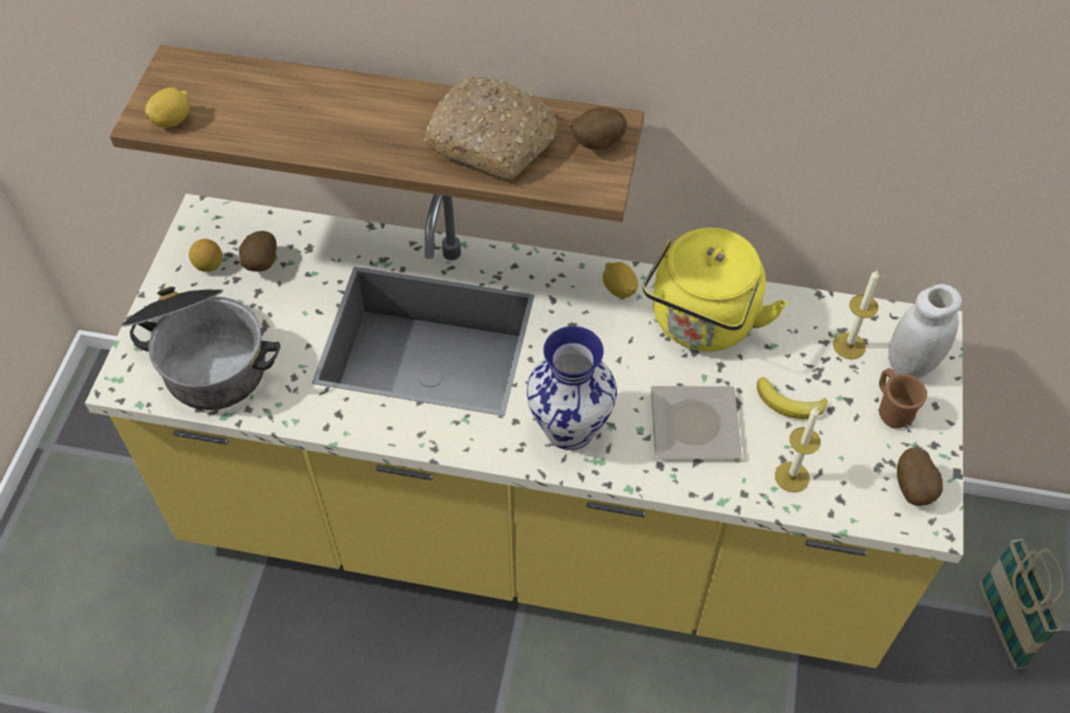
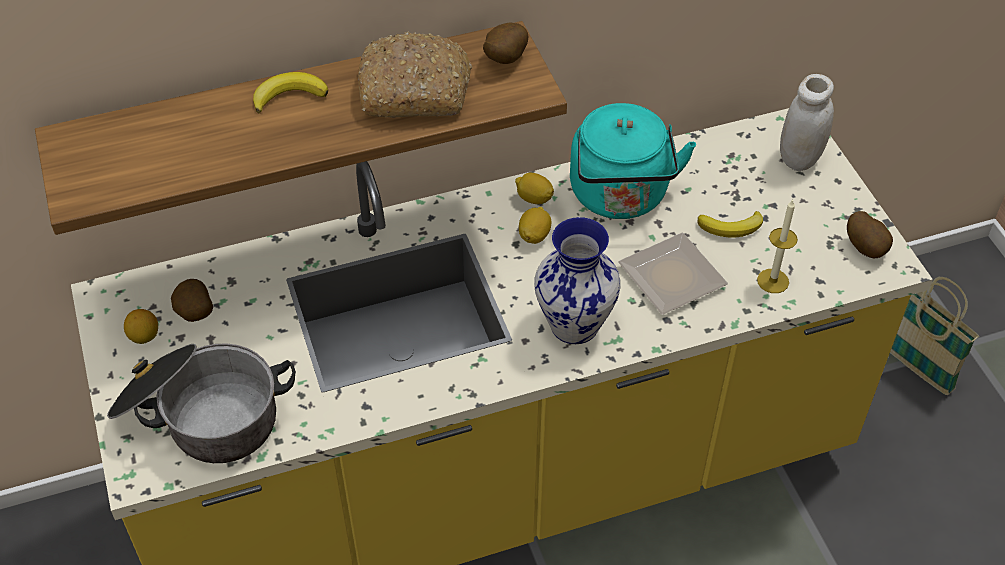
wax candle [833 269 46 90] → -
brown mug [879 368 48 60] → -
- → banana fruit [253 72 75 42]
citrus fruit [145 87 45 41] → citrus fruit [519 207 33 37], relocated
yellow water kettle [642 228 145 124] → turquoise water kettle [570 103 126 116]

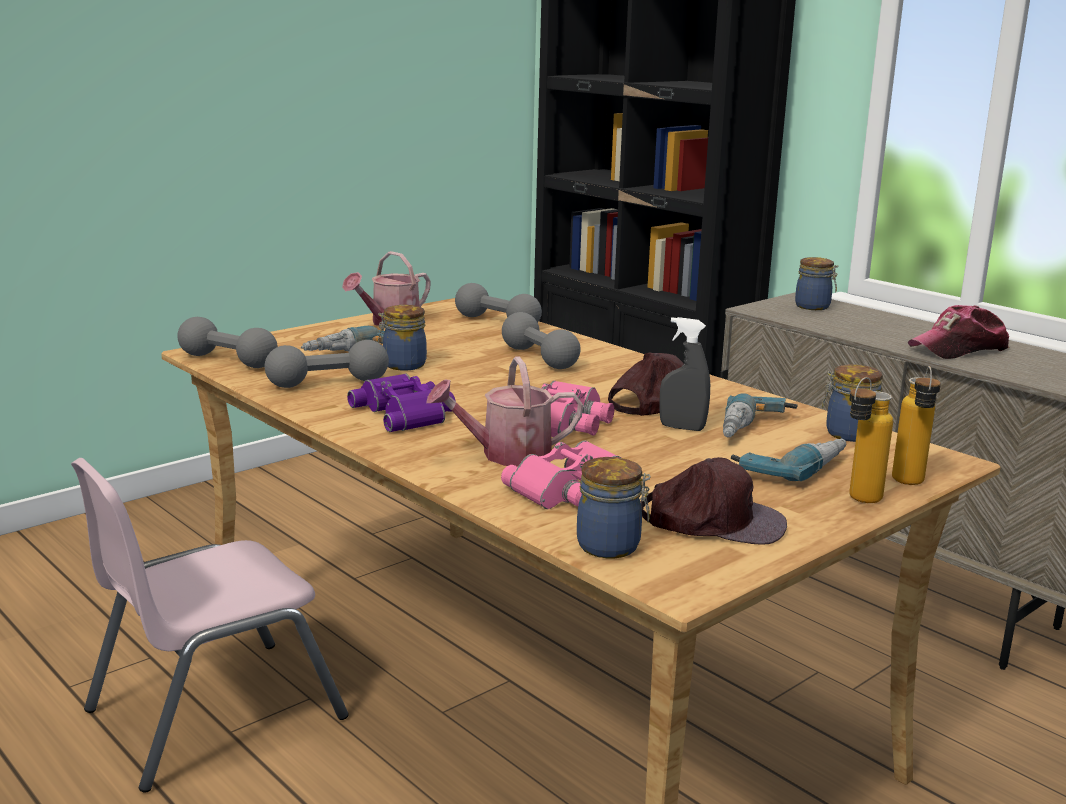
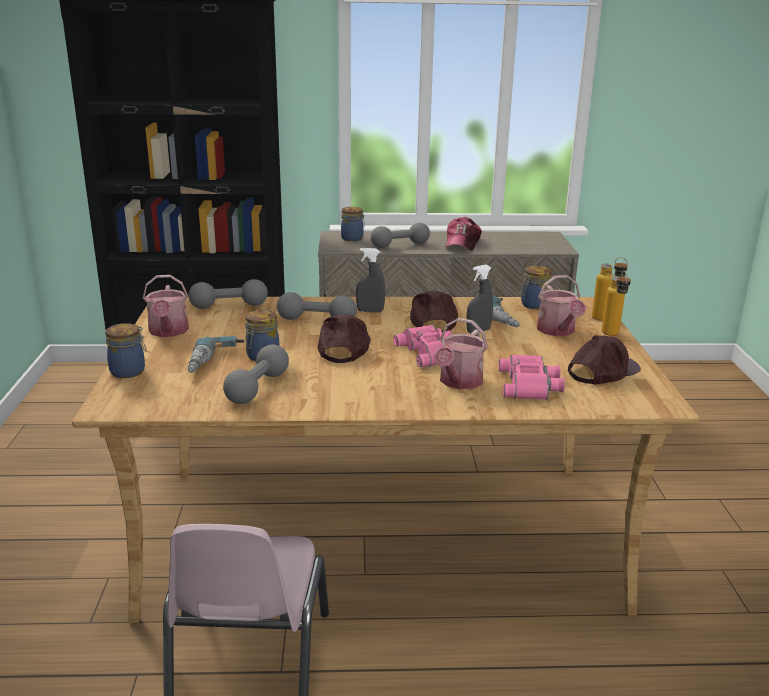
purplish pair of binoculars [347 374 109 58] → -
- → brown cap [317 314 54 49]
- → grey hand sprayer [356 248 29 64]
grey hand weight [177 317 101 51] → grey hand weight [371 223 59 25], relocated
jar [577 457 74 101] → jar [105 323 42 55], relocated
drill [731 439 115 42] → watering can [537 275 49 61]

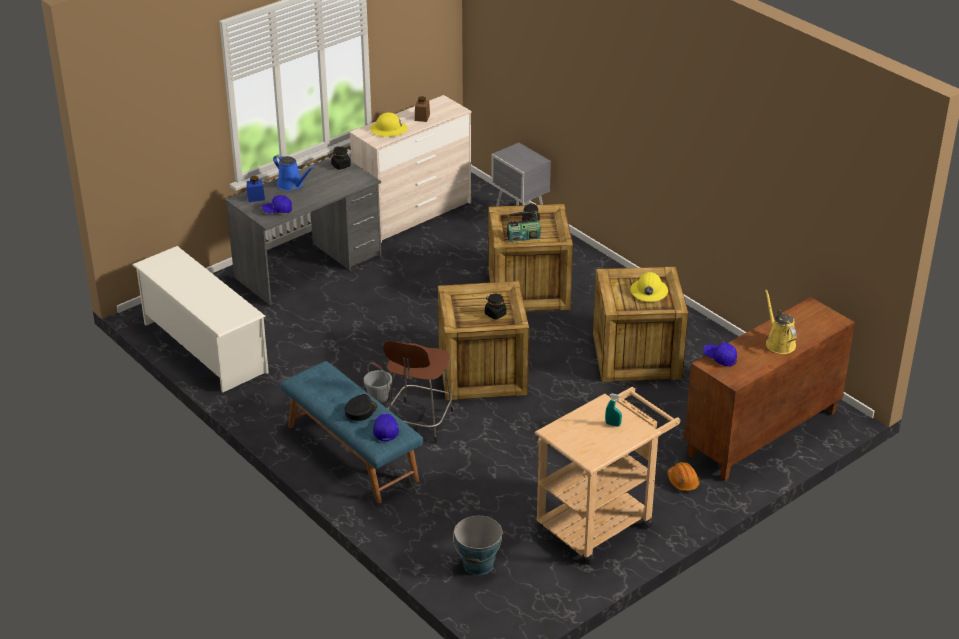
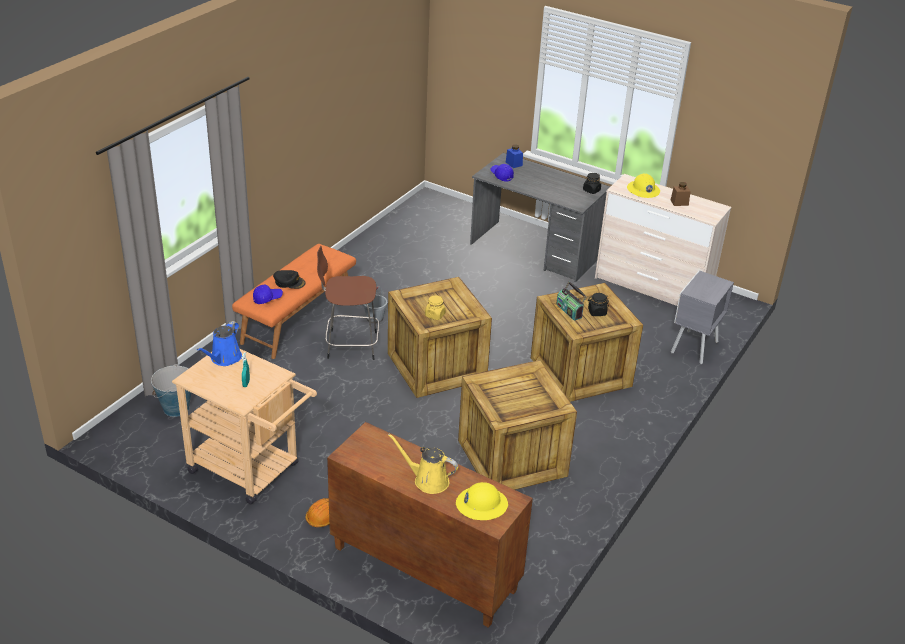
whitish shoe shelf [132 246 137 146] → -
bluish cap [703 342 34 24] → -
bluish watering can [273 154 41 37] → bluish watering can [197 321 45 45], relocated
yellow safety helmet [630 272 38 30] → yellow safety helmet [456 482 52 38], relocated
bluish indoor bench [280 361 143 143] → orangey indoor bench [232 244 124 115]
black jar [485 294 22 26] → yellow jar [425 295 21 25]
yellow watering can [765 290 32 64] → yellow watering can [388 434 70 60], 120 degrees counterclockwise

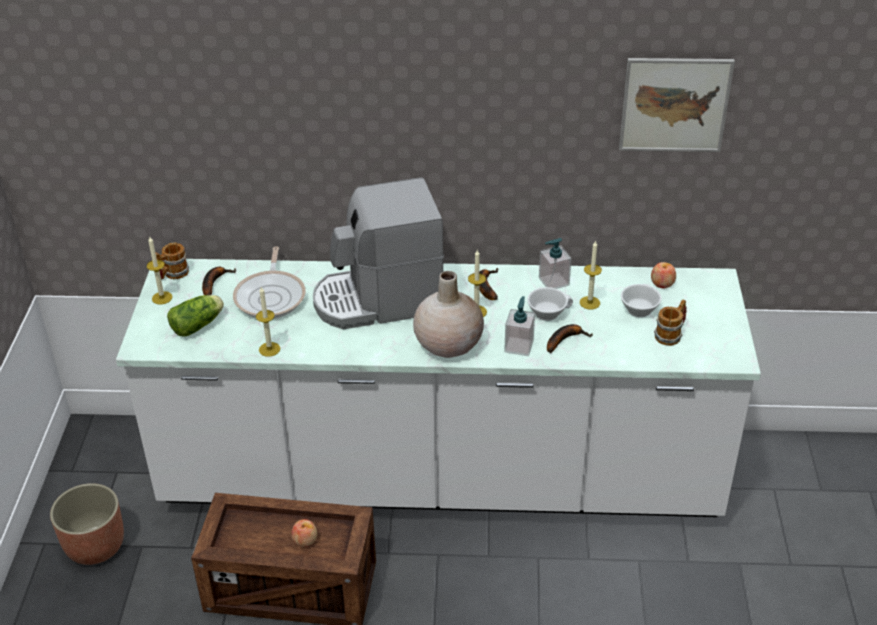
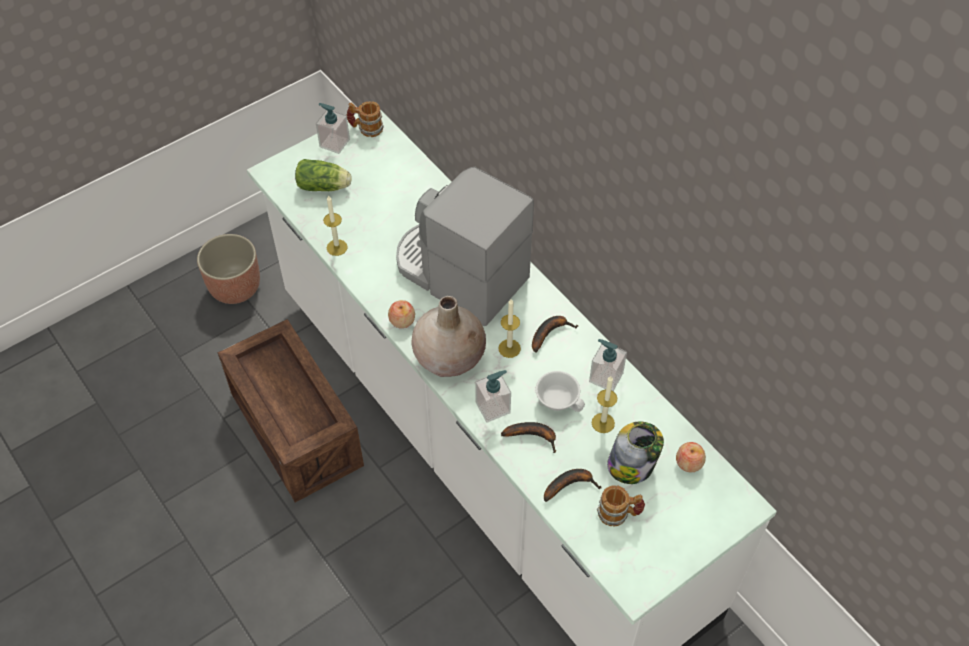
skillet [233 246 73 73] → -
wall art [619 58 116 94] → -
banana fruit [202 267 34 28] → banana fruit [544 469 57 33], relocated
apple fruit [291 519 26 28] → apple fruit [388 300 27 28], relocated
wax candle [147 237 26 68] → liquid soap bottle [316 103 34 51]
whitish drinking cup [621 284 41 33] → jar [607 421 57 63]

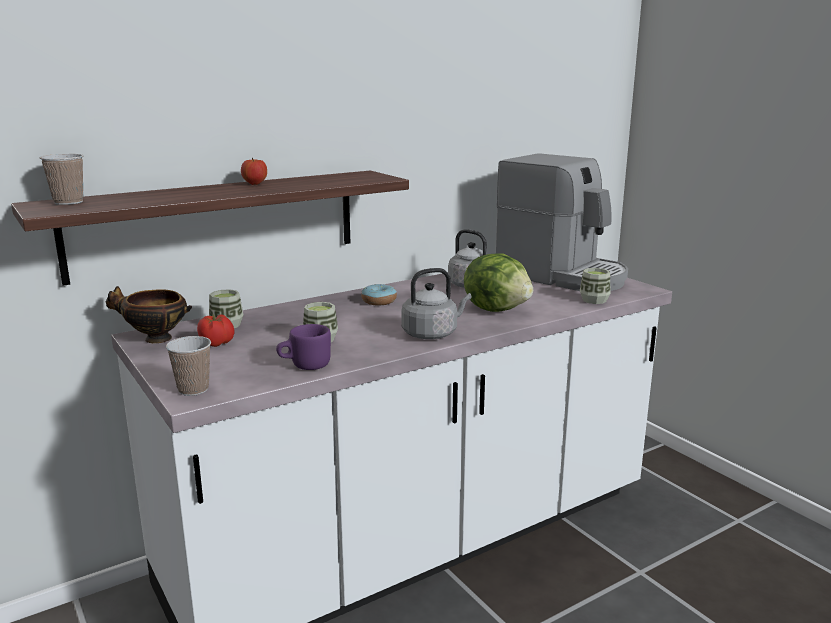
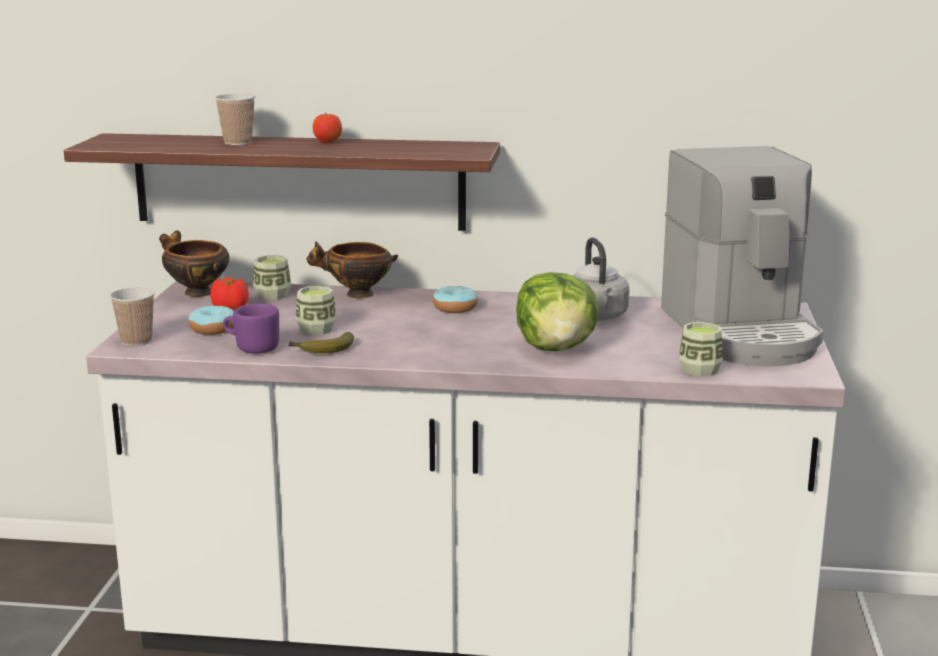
grey water kettle [401 268 70 71] → -
- → doughnut [189 306 45 29]
- → banana fruit [288 332 66 21]
- → bowl [306 241 92 57]
drinking cup [40 154 43 51] → drinking cup [215 94 41 51], relocated

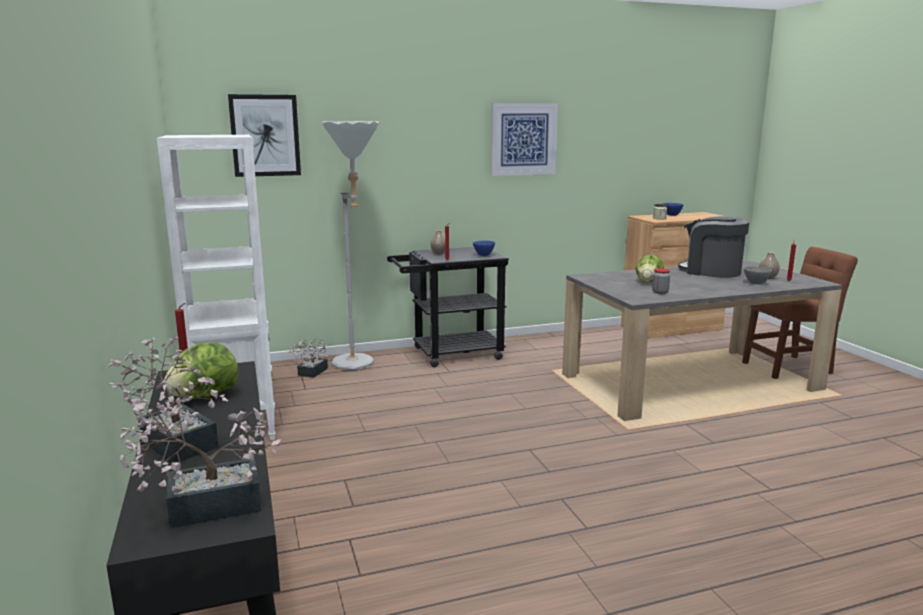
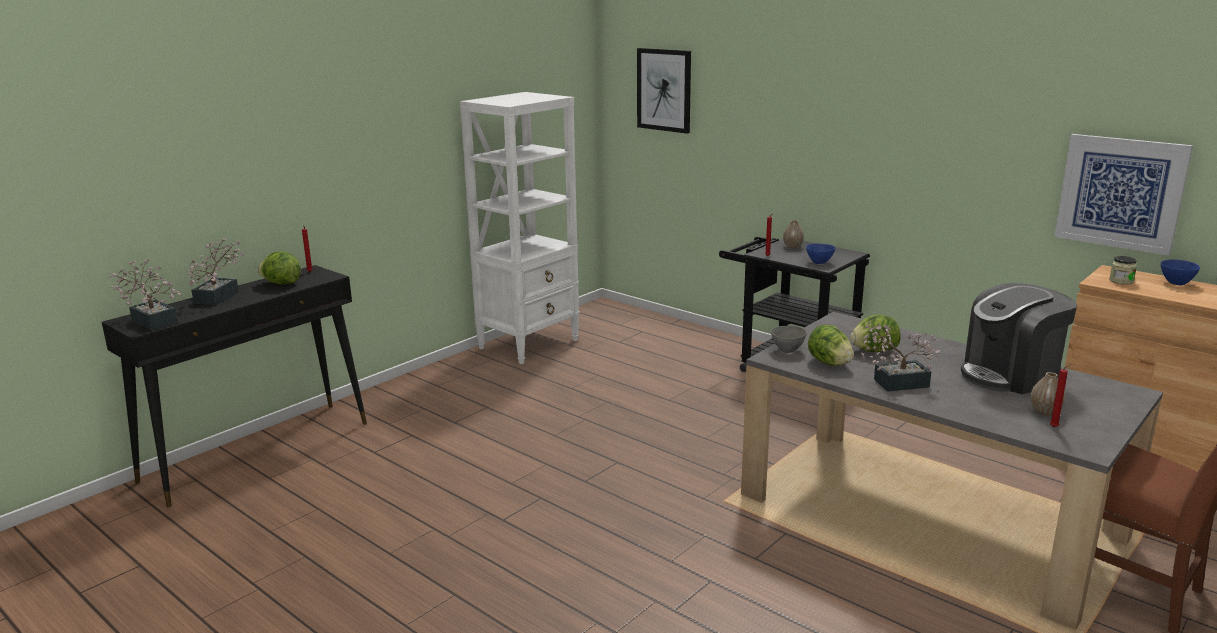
grey standing lamp [322 121 57 249] → -
houseplant [289 339 39 39] → houseplant [861 321 79 71], relocated
wall art [491 103 67 73] → wall art [1054 134 139 122], relocated
grey bowl [744 266 28 19] → grey bowl [771 326 36 27], relocated
jar [652 268 18 26] → lettuce head [808 325 46 41]
coffee brewer [678 216 71 62] → coffee brewer [961 283 116 111], 120 degrees counterclockwise

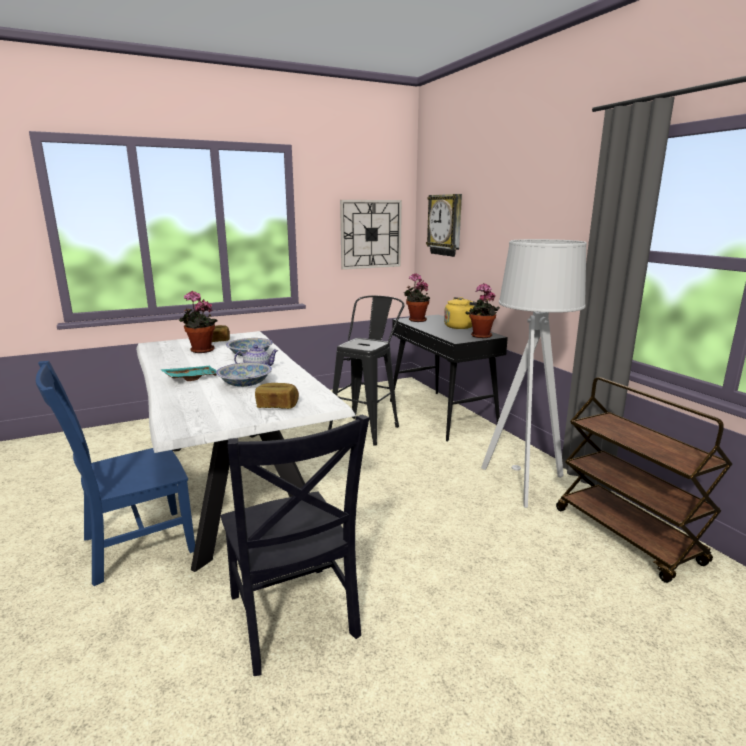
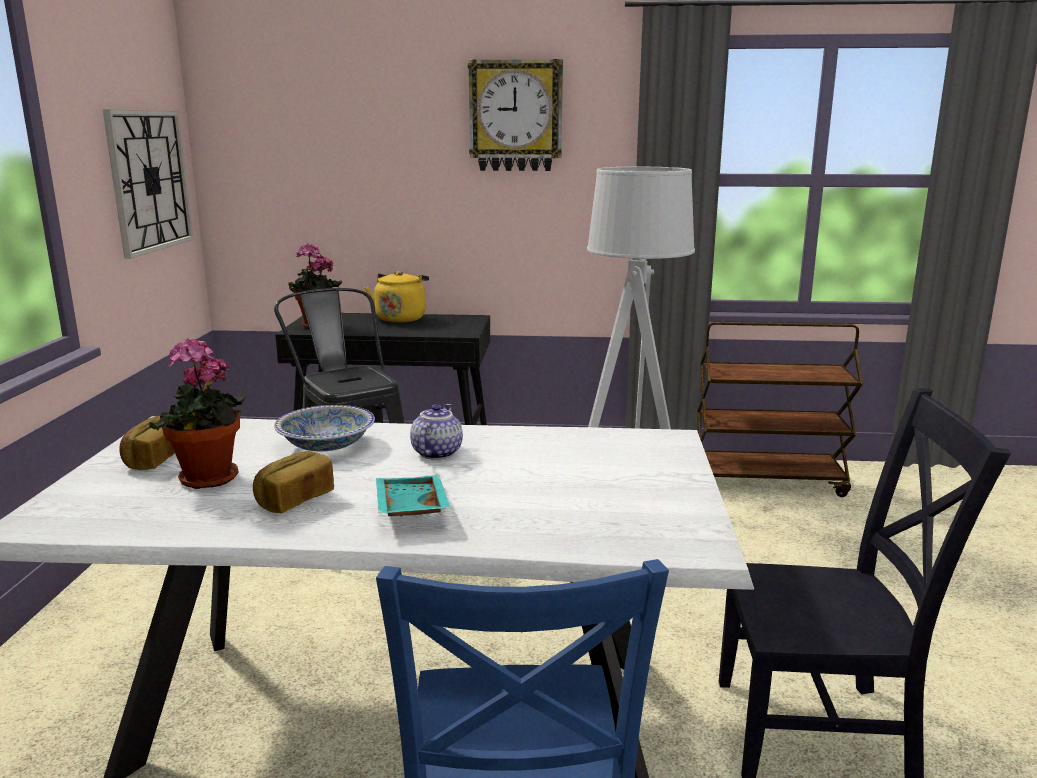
bowl [216 362 56 25] → -
houseplant [466 283 34 55] → -
bread [255 383 44 26] → bread [253 451 81 62], relocated
clock on the wall [426 194 36 63] → clock on the wall [468 59 95 112], relocated

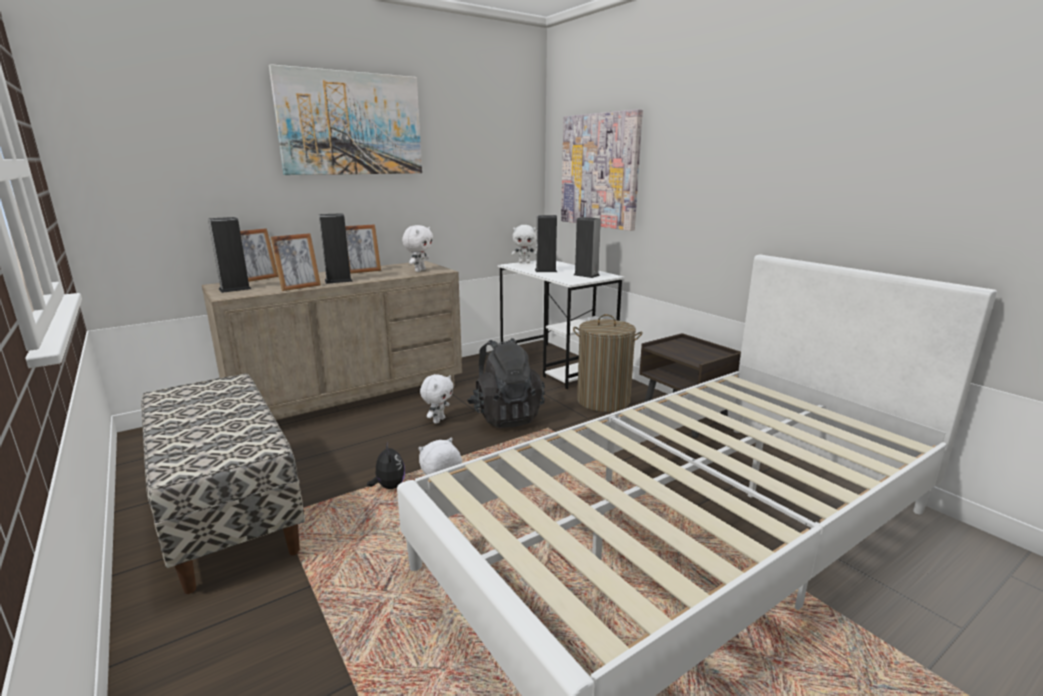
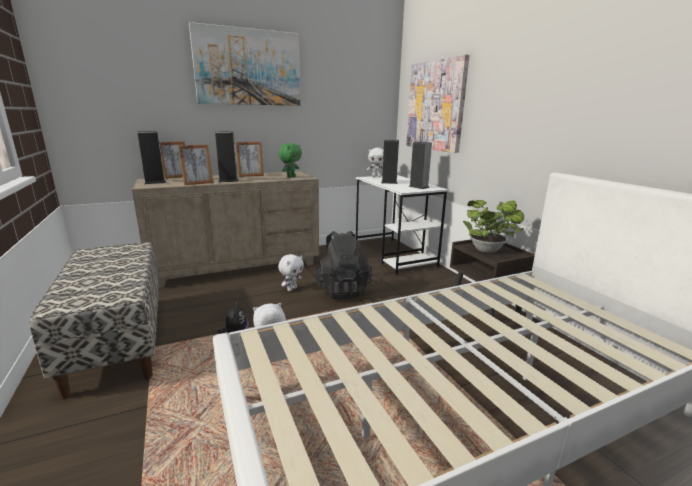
laundry basket [573 314 69 98] → -
- → houseplant [463 200 61 53]
whitish soft toy [402 225 31 47] → green soft toy [279 143 23 35]

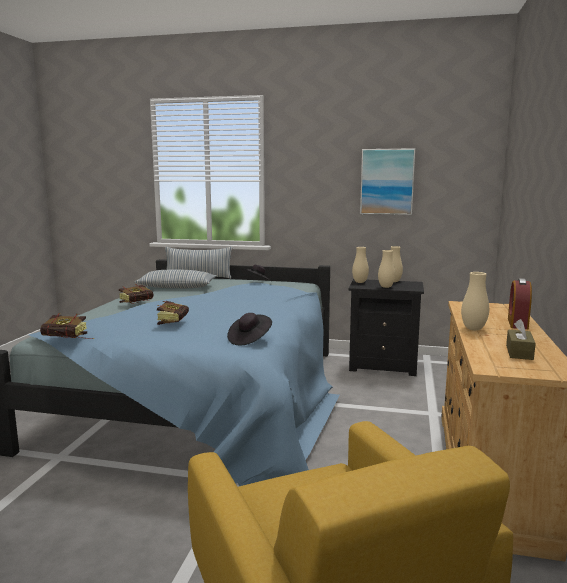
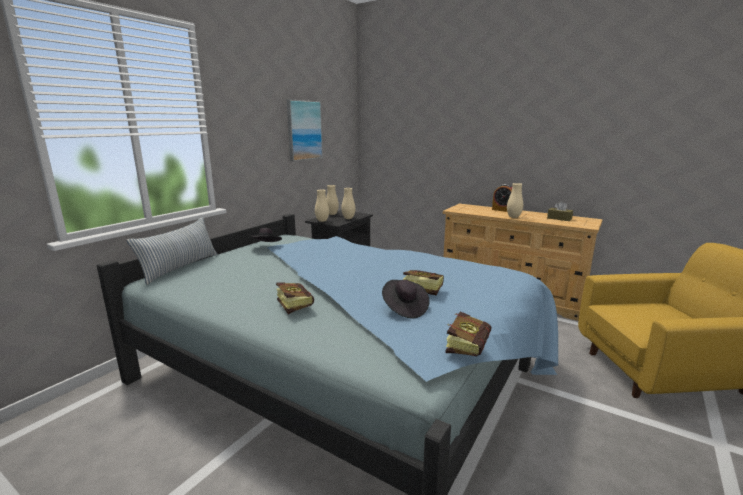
pillow [135 269 82 19] → -
black hat [227 313 45 33] → black hat [382 280 48 39], relocated

